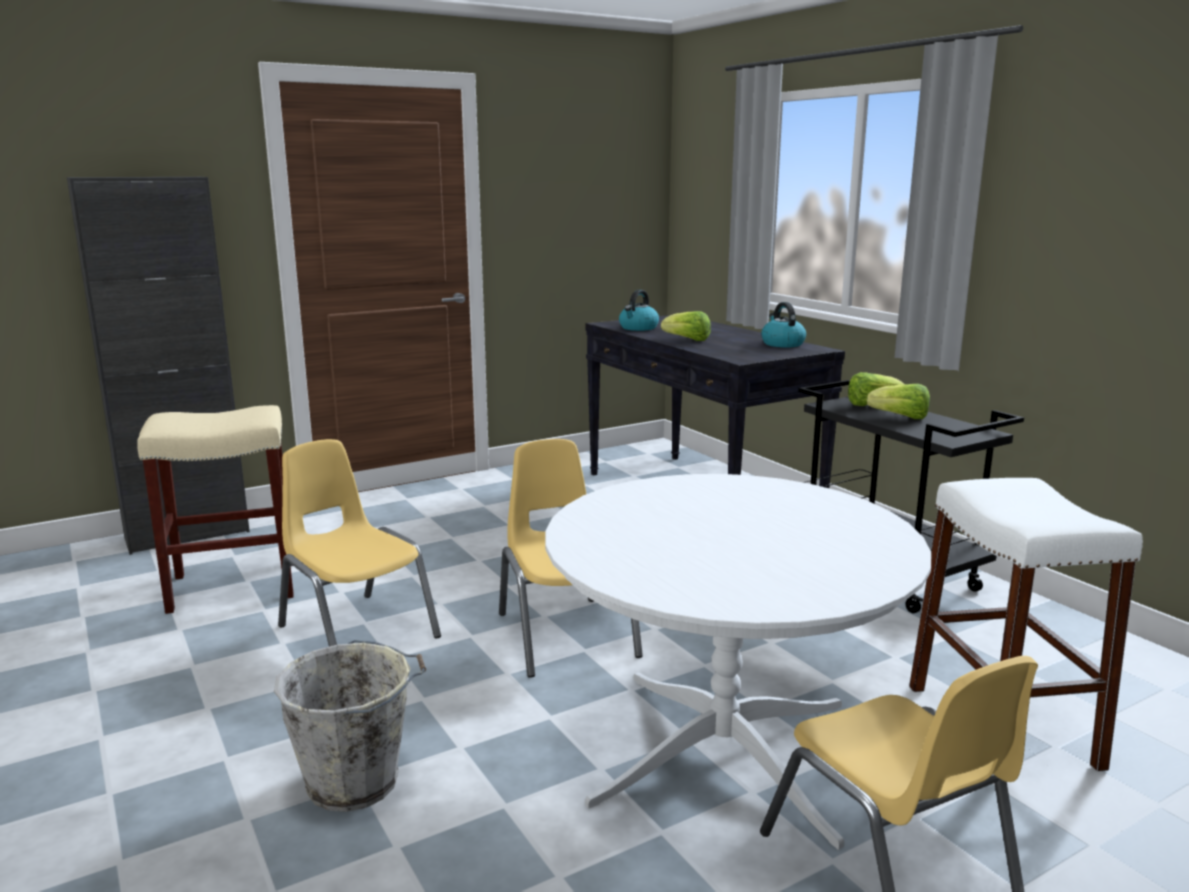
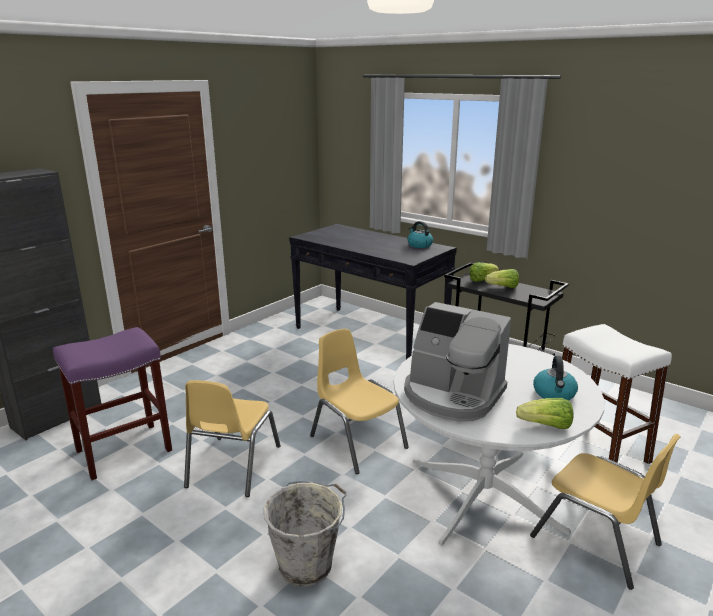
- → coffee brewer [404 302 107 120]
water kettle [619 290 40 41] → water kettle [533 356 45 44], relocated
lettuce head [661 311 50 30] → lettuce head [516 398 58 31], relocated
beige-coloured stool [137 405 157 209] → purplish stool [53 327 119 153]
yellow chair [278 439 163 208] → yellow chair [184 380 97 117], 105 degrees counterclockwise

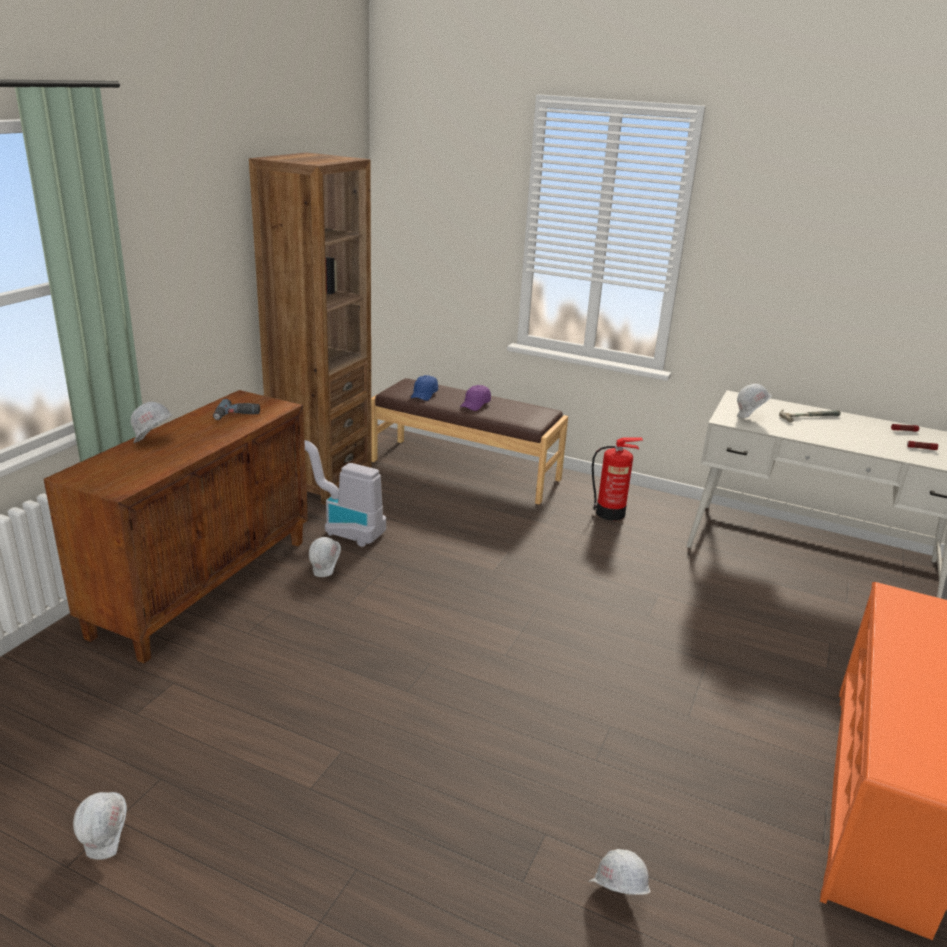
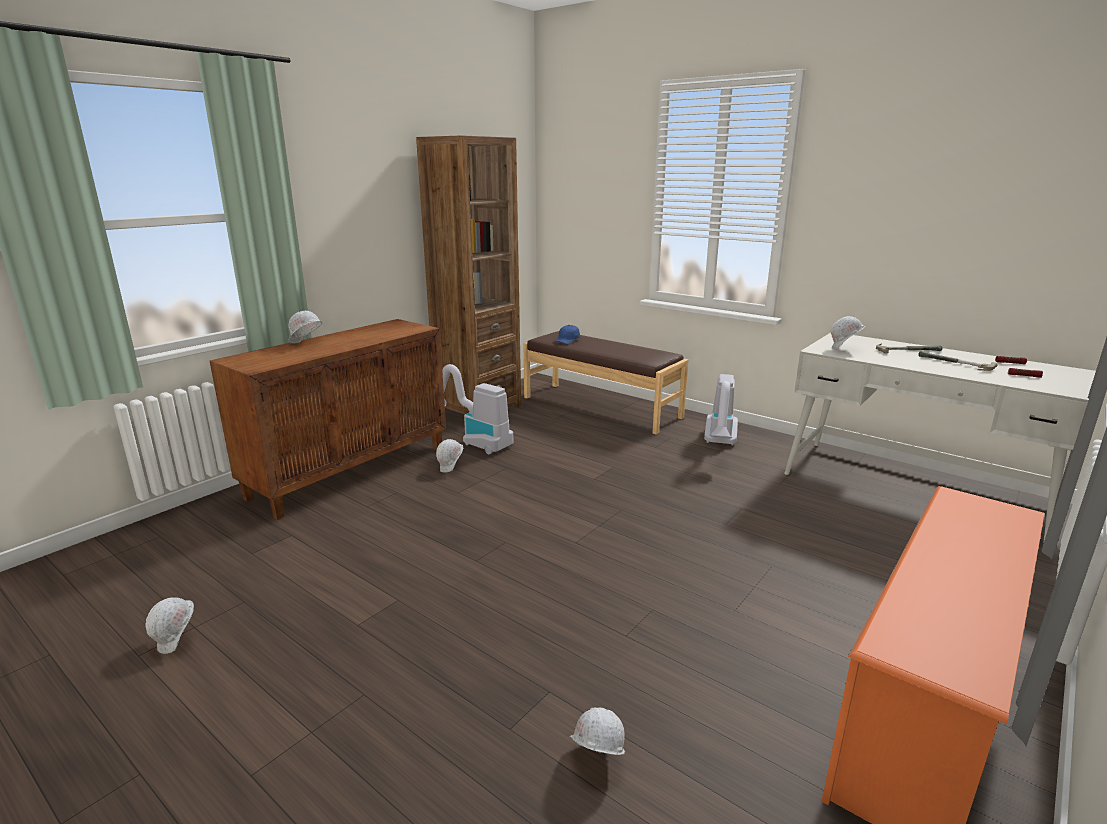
drill [213 399 47 21] → -
purplish cap [460 385 31 26] → -
- → hammer [918 351 79 20]
fire extinguisher [592 438 51 83] → hoover [704 374 34 72]

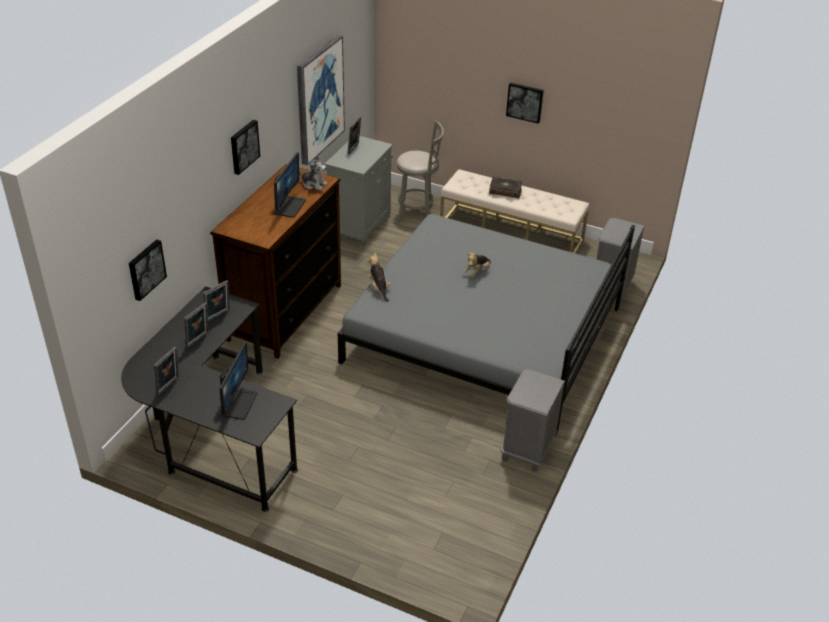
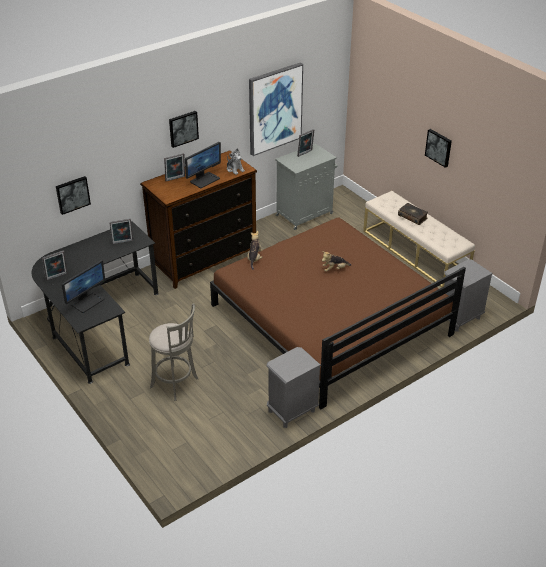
picture frame [184 303 24 46] → picture frame [164 153 21 28], relocated
grey stool [397 120 47 104] → grey stool [149 303 49 98], relocated
grey sleeping bed [338 214 297 223] → brown sleeping bed [210 218 256 192]

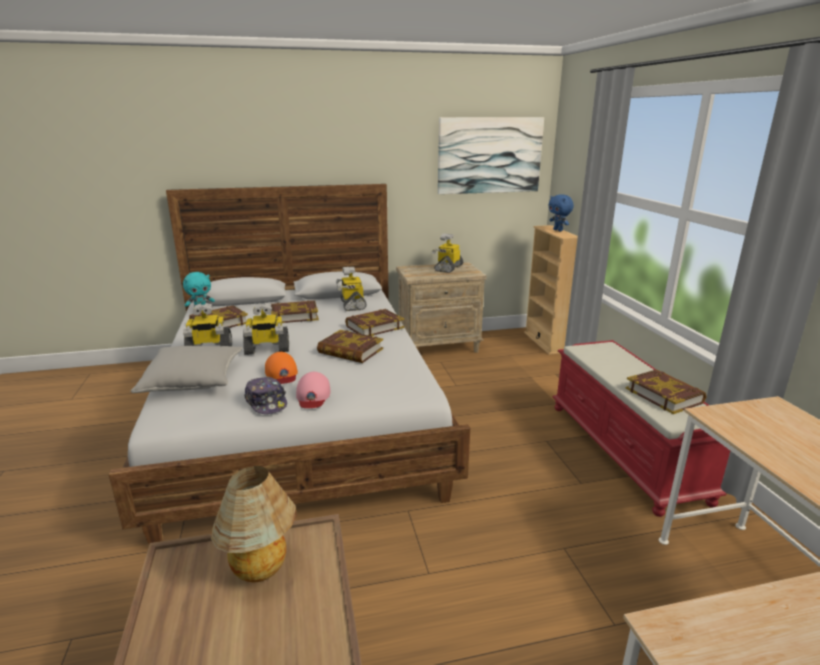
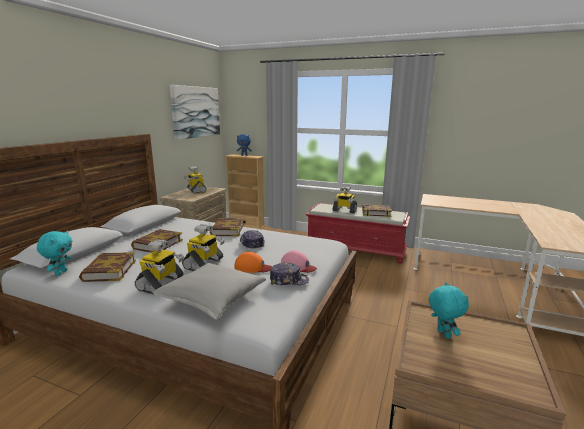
toy robot [336 267 31 44] → toy robot [333 186 24 27], relocated
table lamp [211 466 86 116] → turquoise soft toy [429 282 40 57]
volume [317 330 66 33] → cap [240 230 25 18]

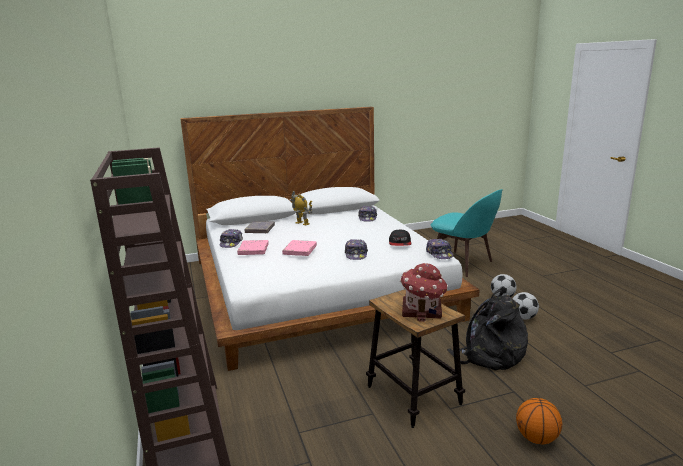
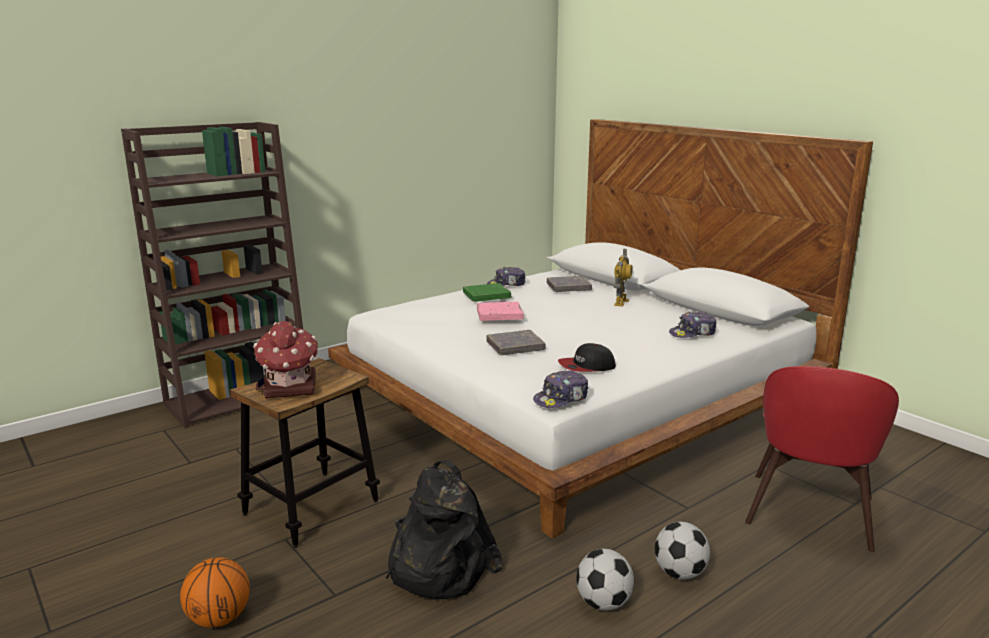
cap [345 239 23 21] → grey volume [487 330 59 25]
pink-coloured volume [237 240 31 15] → green volume [463 283 48 19]
turquoise chair [431 189 71 88] → red-coloured chair [745 366 154 186]

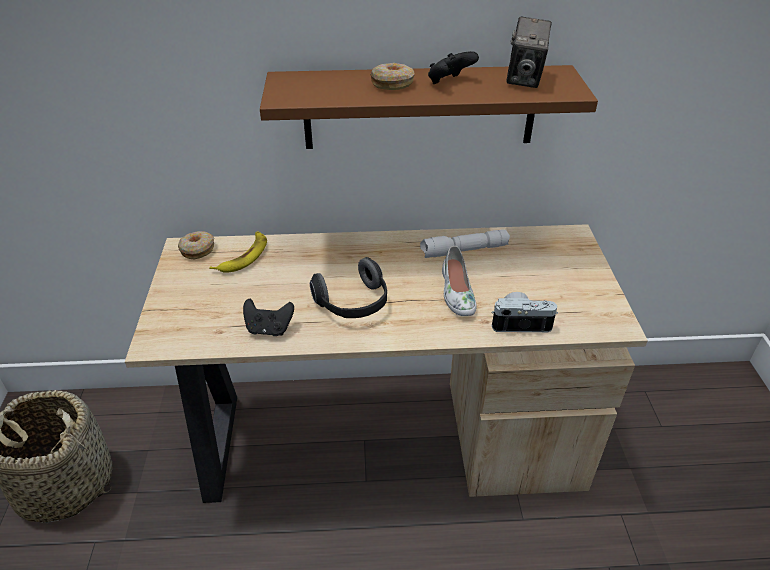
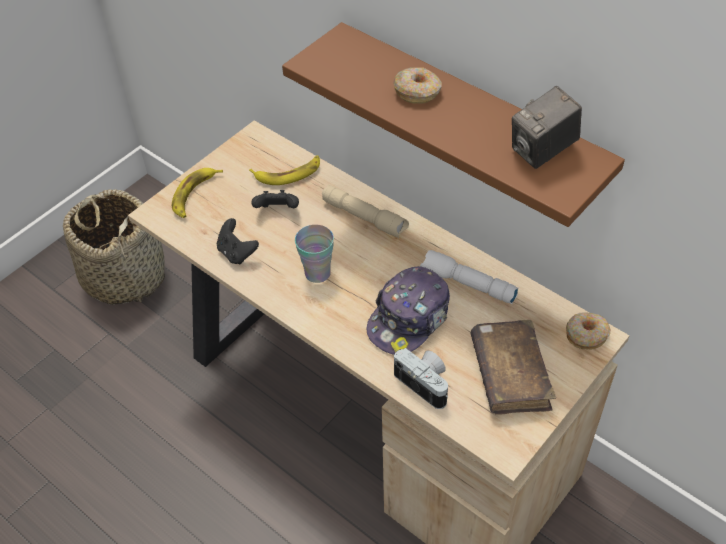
- → banana fruit [172 168 51 50]
- → beige-coloured flashlight [322 185 87 53]
- → brown volume [471 320 85 95]
doughnut [178 231 36 28] → doughnut [566 312 44 38], relocated
black gamepad [428 51 51 33] → black gamepad [252 190 47 18], relocated
headphones [310 257 77 61] → drinking cup [295 224 39 59]
whitish low shoe [442 246 35 70] → cap [367 266 83 89]

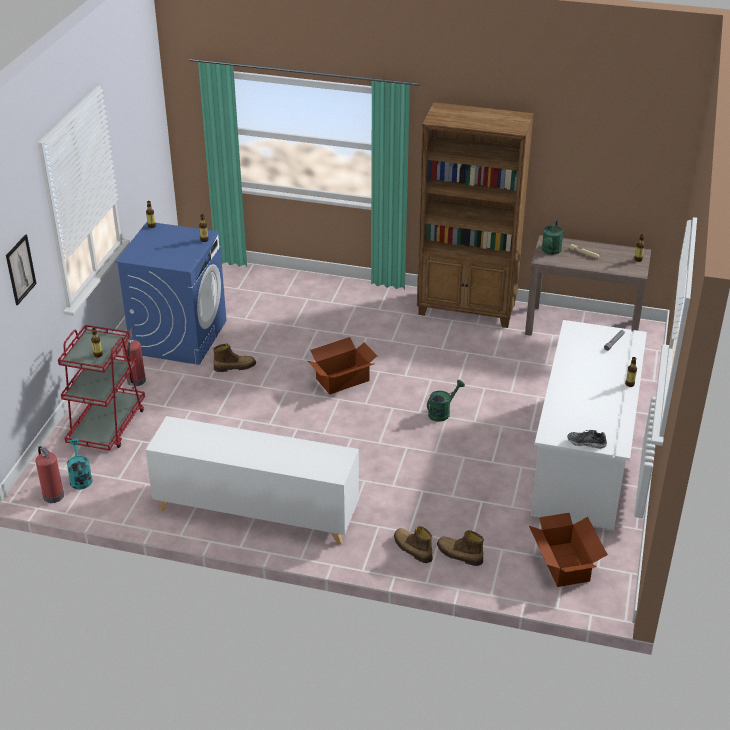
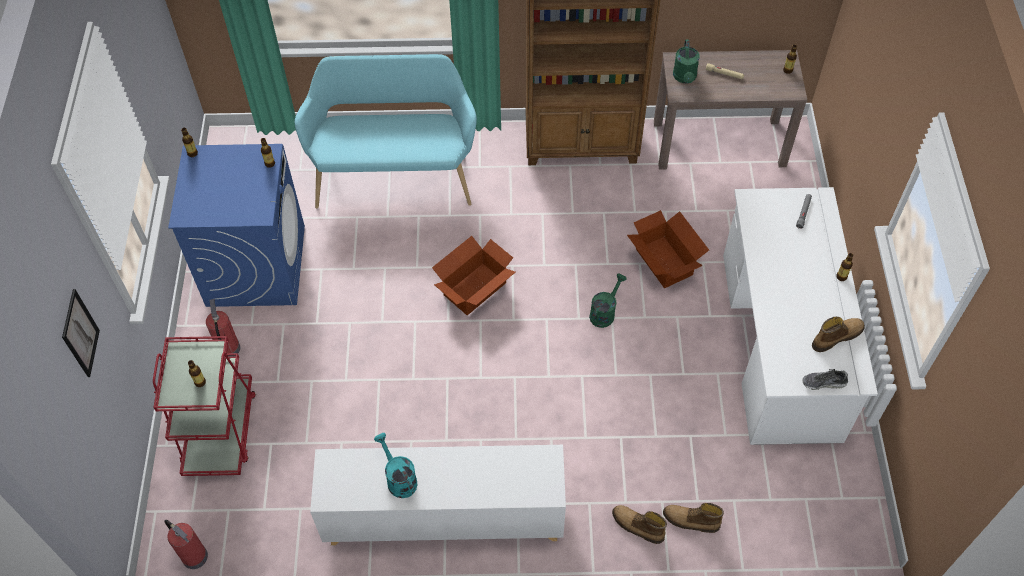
- → turquoise indoor bench [295 54 182 154]
turquoise watering can [67 438 26 52] → turquoise watering can [374 433 44 65], relocated
boot [213 344 43 28] → boot [812 317 53 35], relocated
cardboard box [529 513 79 74] → cardboard box [627 210 82 78], relocated

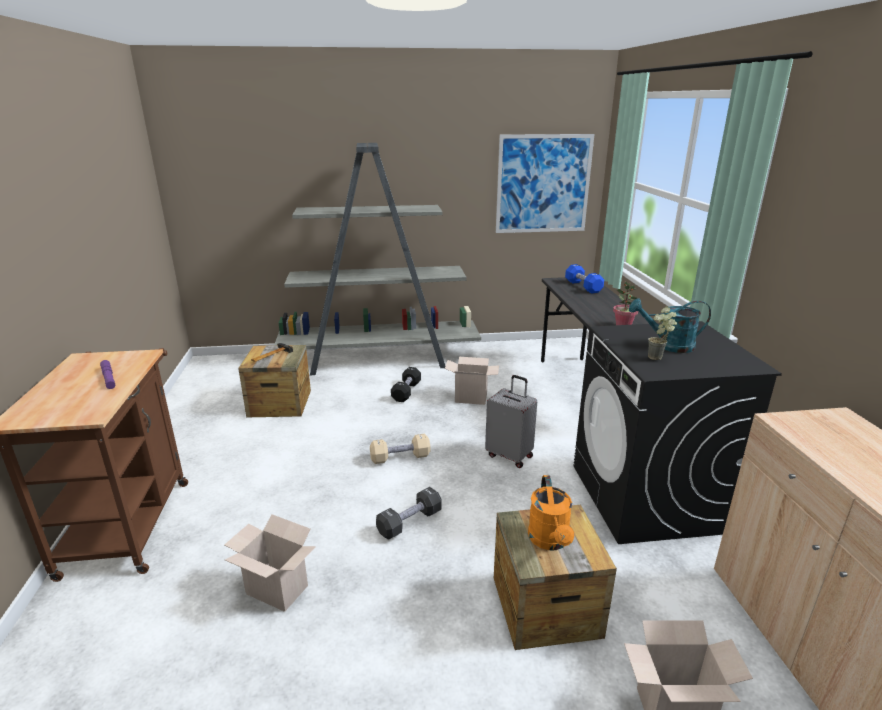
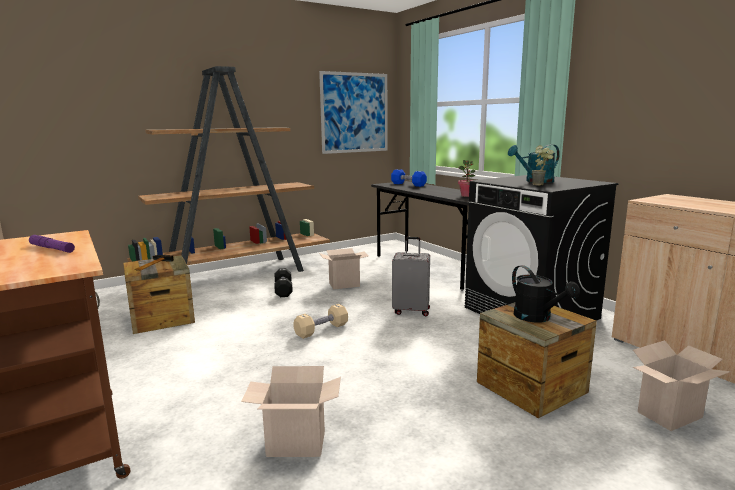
black hand weight [376 487 65 53] → -
grey bookcase [274 143 207 232] → brown bookcase [127 66 203 206]
orangey watering can [528 475 46 76] → black watering can [512 265 68 58]

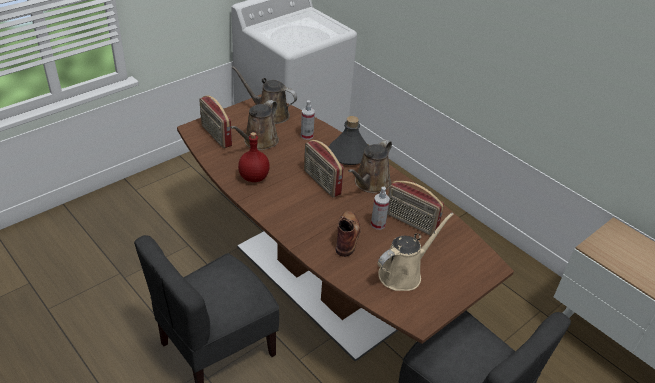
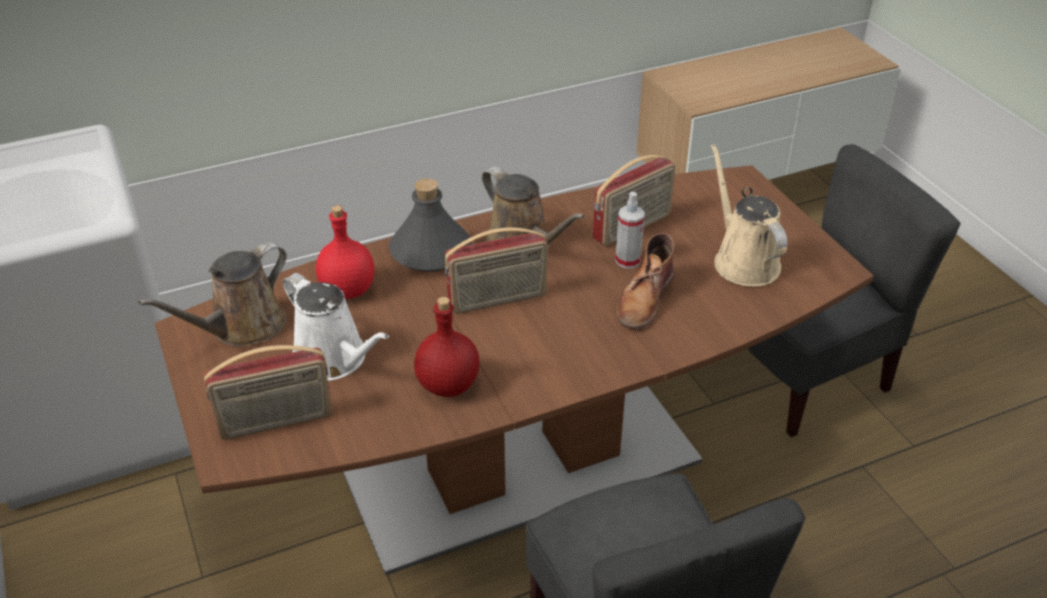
hand sprayer [301 100 14 40] → red-coloured drink bottle [316 205 59 94]
brown watering can [230 100 49 50] → whitish watering can [283 273 106 108]
brown boot [336 211 25 46] → brown boot [617 233 58 96], 90 degrees counterclockwise

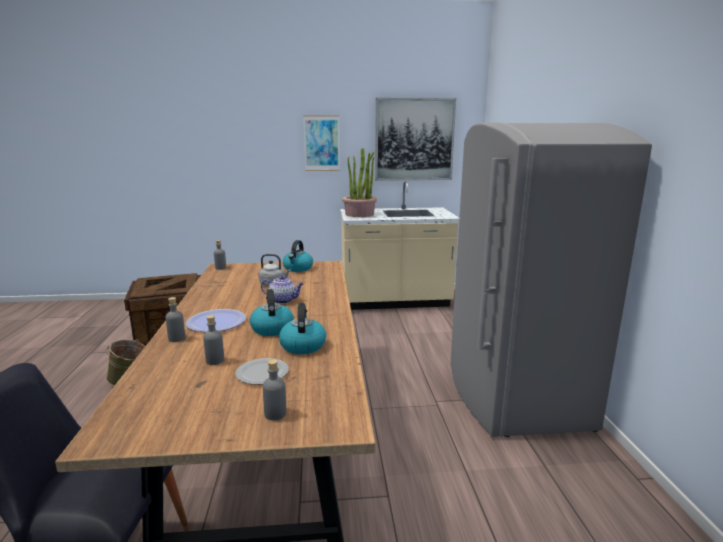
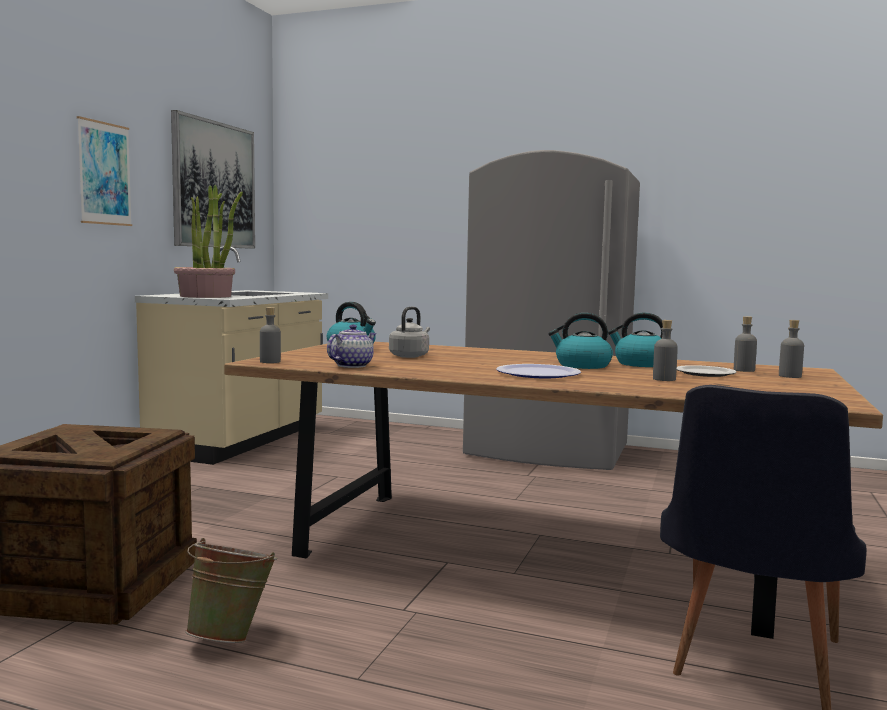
grey drink bottle [165 297 20 45] → grey drink bottle [734 316 23 56], relocated
tea pot [261 275 43 29] → tea pot [327 325 49 43], relocated

